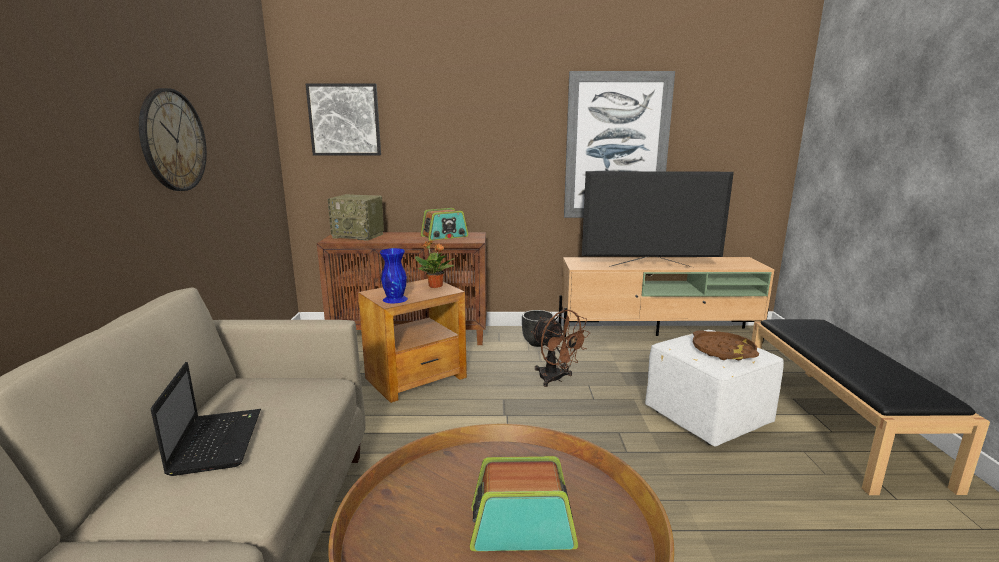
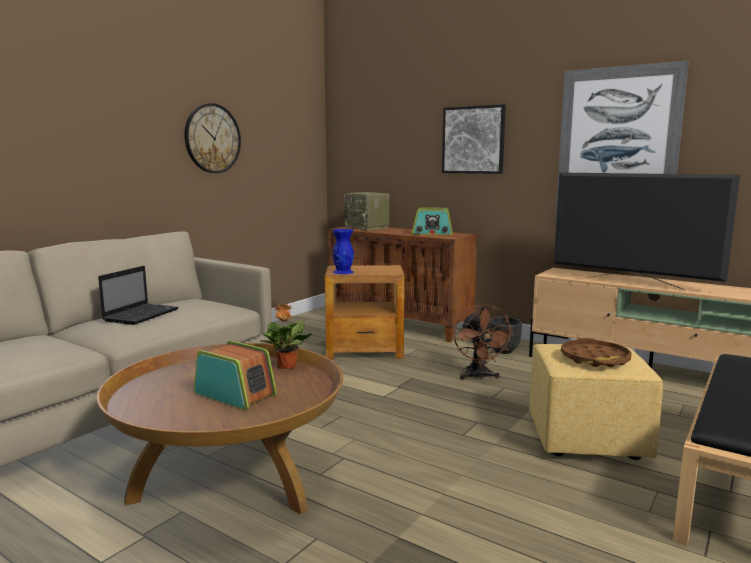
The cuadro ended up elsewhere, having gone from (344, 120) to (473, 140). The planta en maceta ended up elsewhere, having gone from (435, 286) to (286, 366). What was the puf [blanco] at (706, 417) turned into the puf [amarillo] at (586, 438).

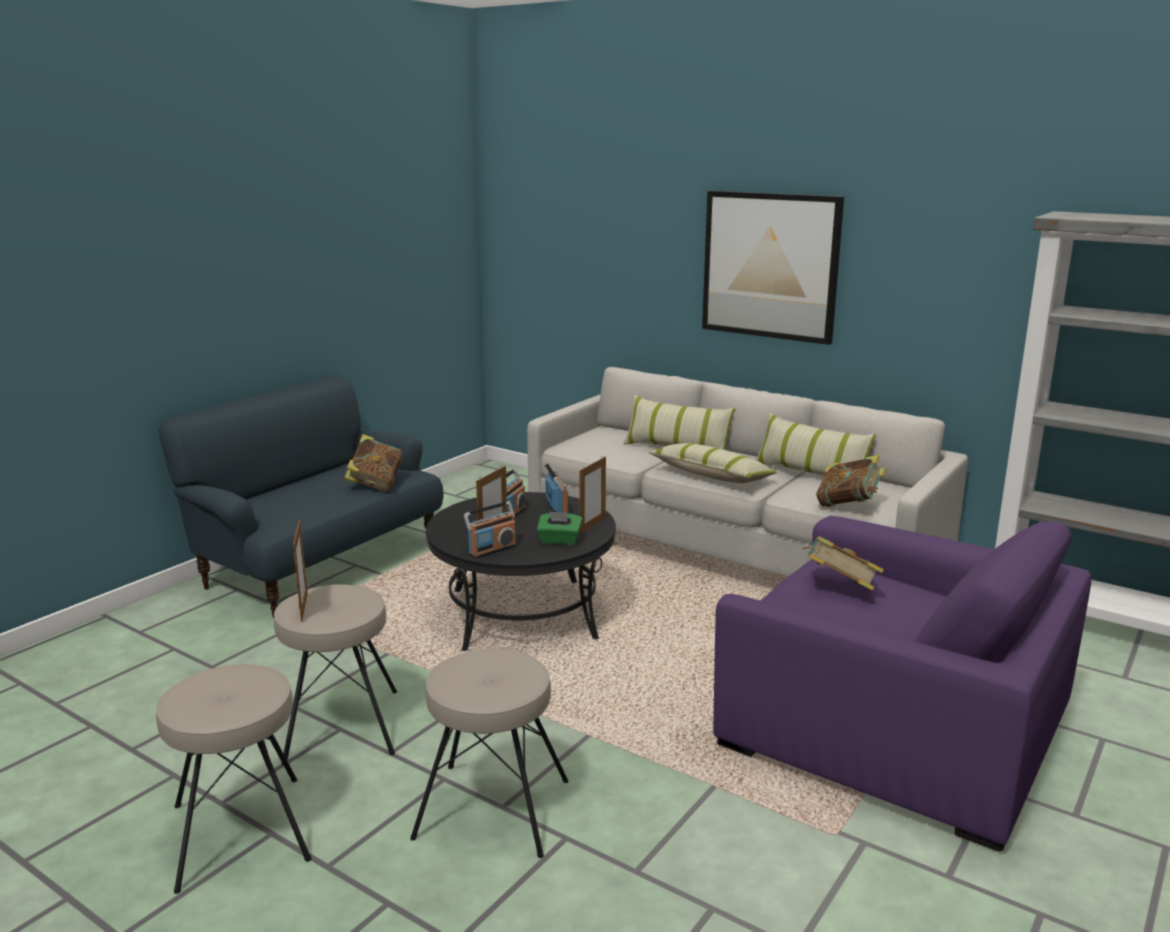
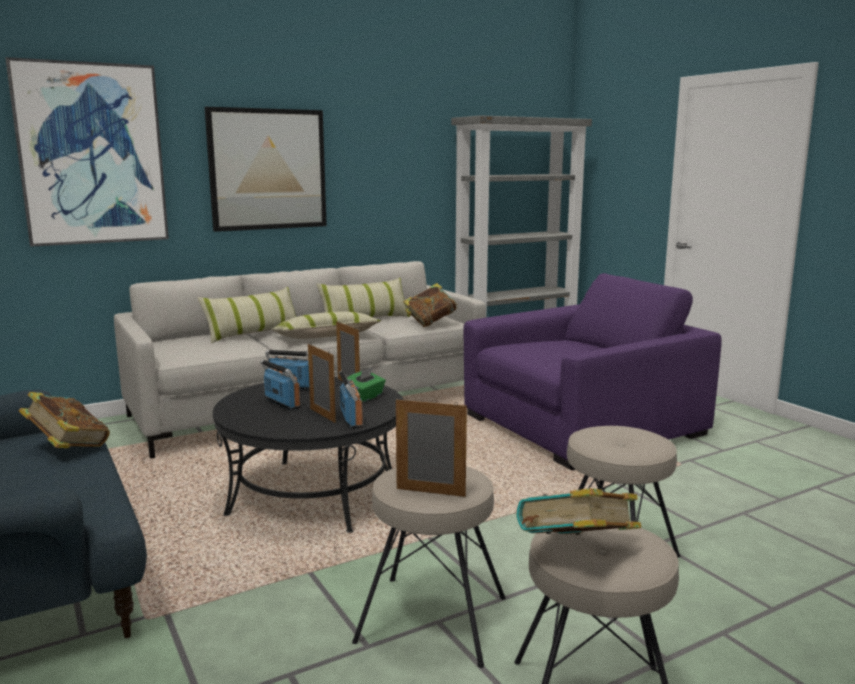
The libro ended up elsewhere, having gone from (839, 589) to (576, 553). The second view gained the cuadro at (91, 154).

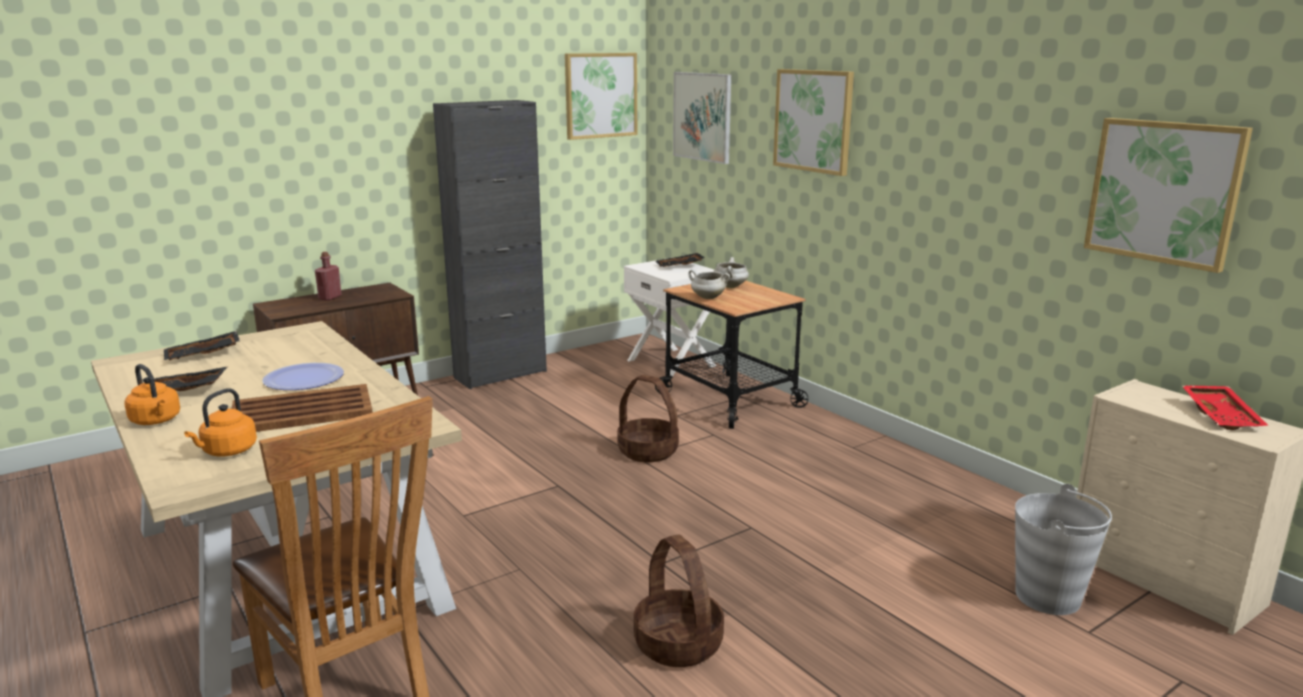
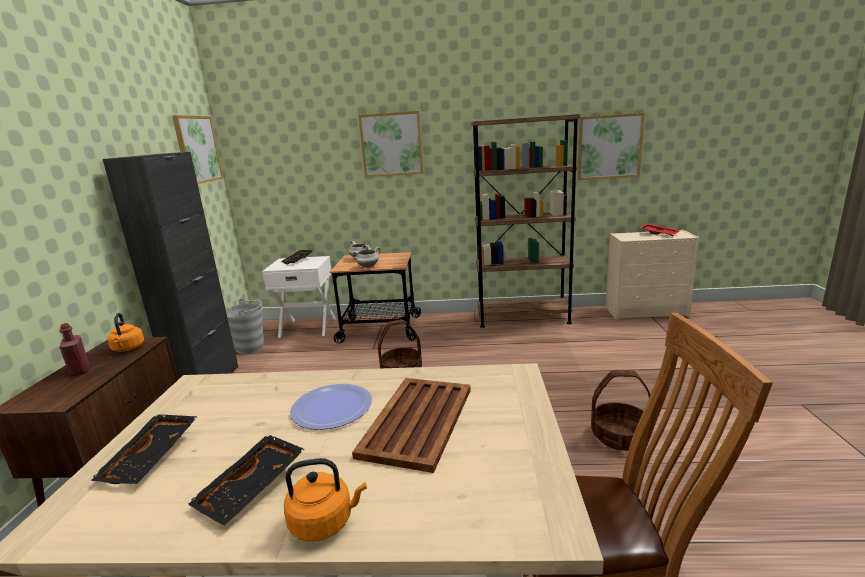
The hervidor [naranja] ended up elsewhere, having gone from (227, 451) to (128, 349). The second view lost the cuadro at (702, 116). The cubo [gris] ended up elsewhere, having gone from (1048, 597) to (250, 347). The second view gained the estantería [marrón] at (523, 318).

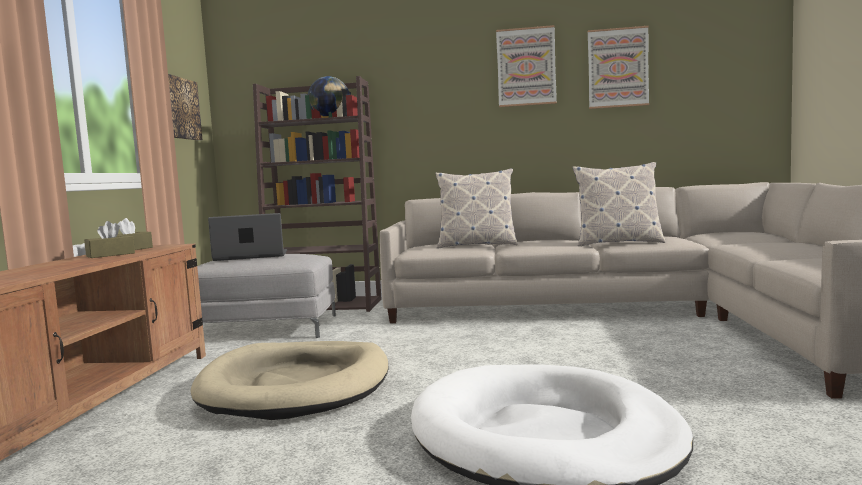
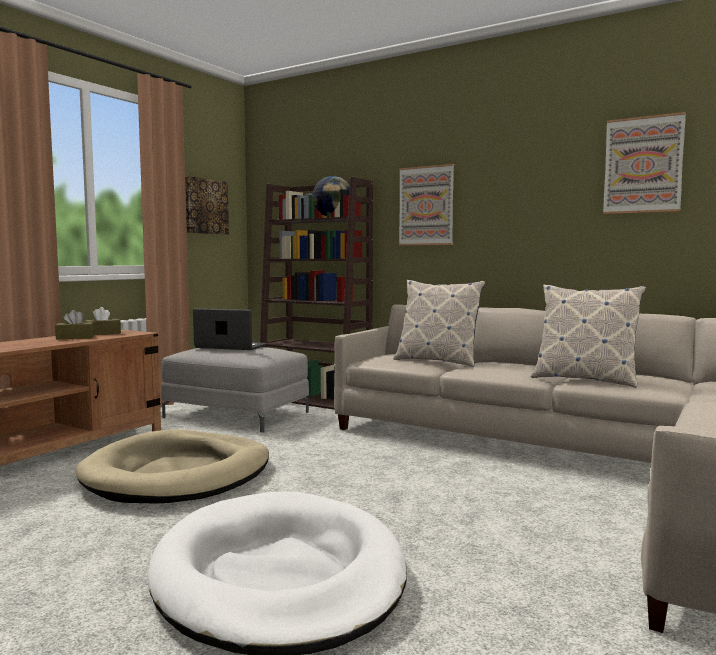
The cuadro ended up elsewhere, having gone from (526, 67) to (426, 206).

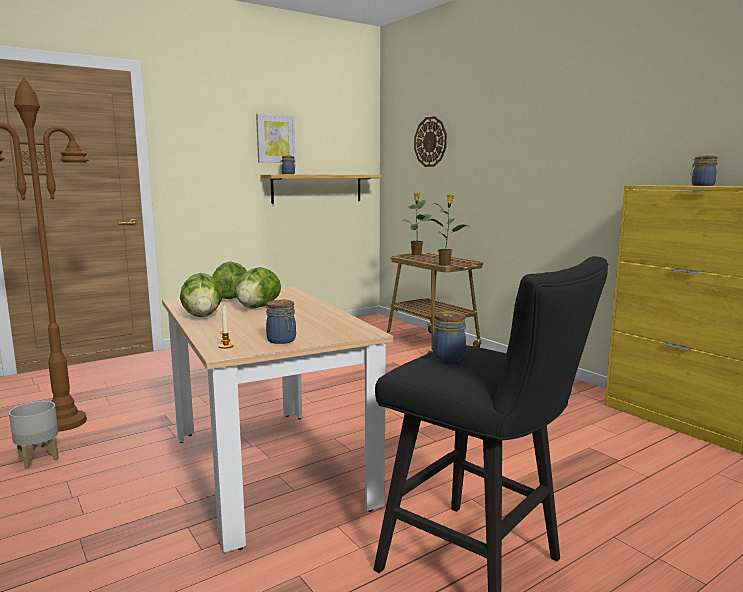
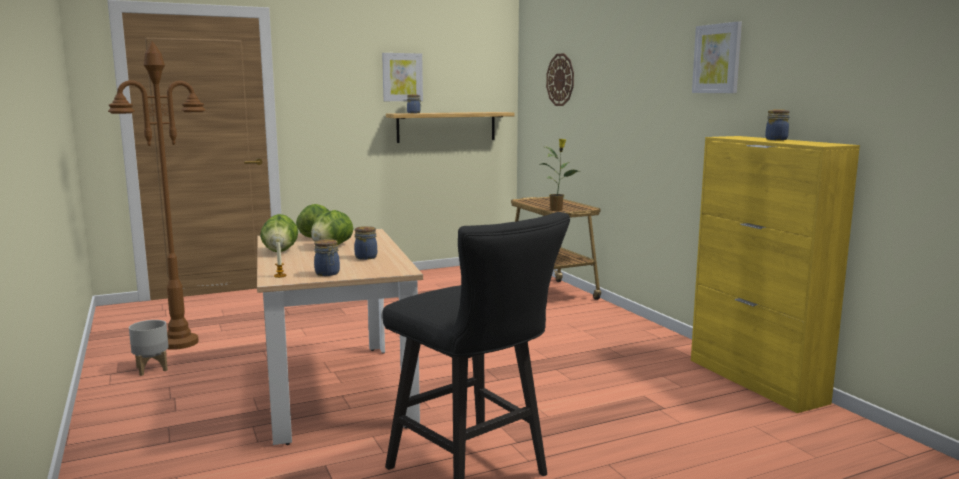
The second view lost the planta en maceta at (416, 254). The tarro ended up elsewhere, having gone from (448, 356) to (366, 257). The second view gained the cuadro at (717, 58).

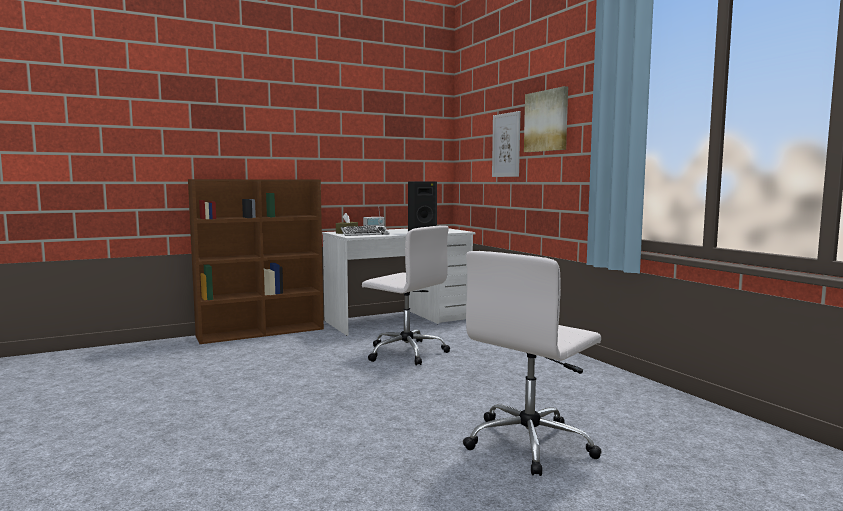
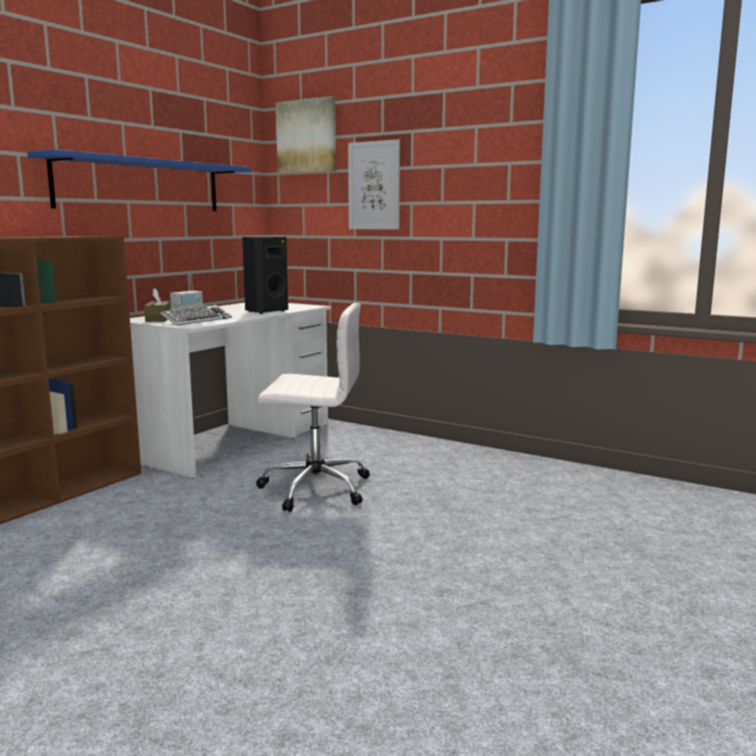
The second view lost the silla de oficina [blanco] at (530, 443). The cuadro ended up elsewhere, having gone from (547, 121) to (307, 136). The second view gained the estante [azul] at (141, 185).

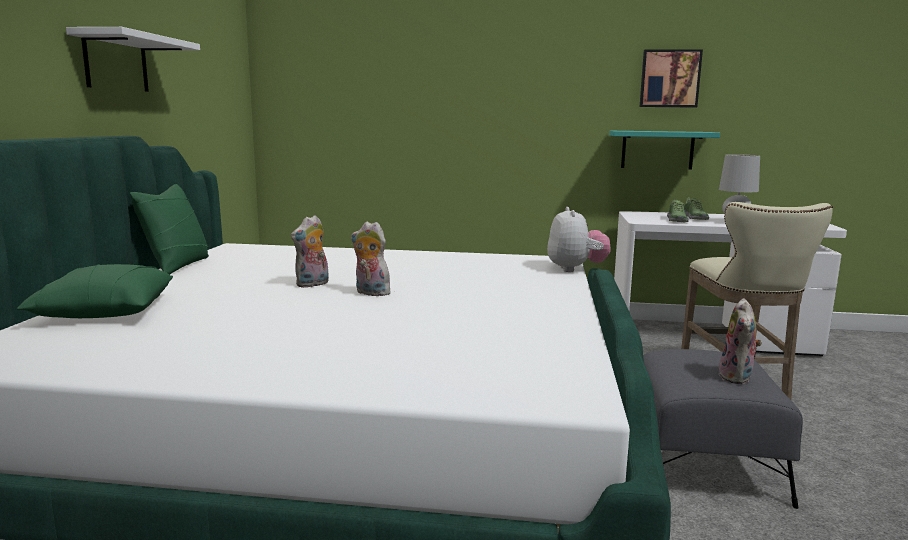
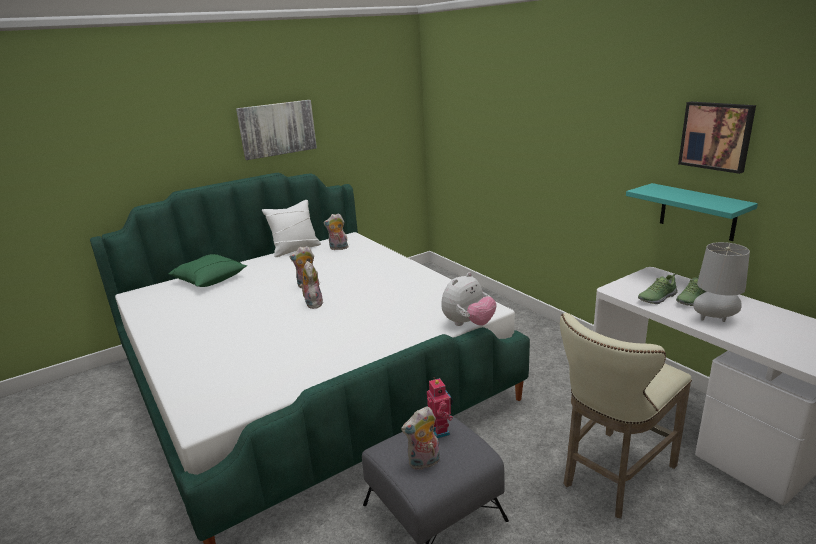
Where the estante [blanco] hung at (116, 63), the cuadro came to hang at (277, 129). What was the cojín [verde] at (177, 265) turned into the cojín [blanco] at (295, 249). The second view gained the peluche at (338, 248). The second view gained the robot de juguete at (440, 431).

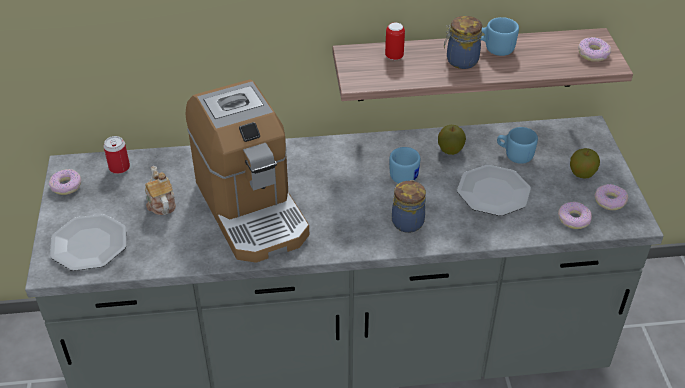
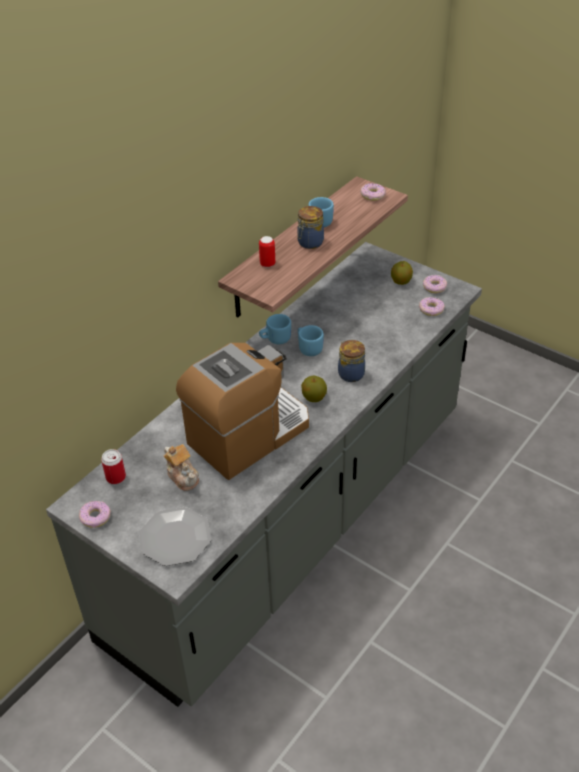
The tetera at (160, 203) ended up facing another way, 150 degrees counterclockwise from before. The cafetera at (251, 209) ended up facing another way, 60 degrees counterclockwise from before. The manzana ended up elsewhere, having gone from (450, 150) to (314, 397). The second view lost the plato at (493, 192). The taza grande [azul] ended up elsewhere, having gone from (514, 155) to (275, 339).

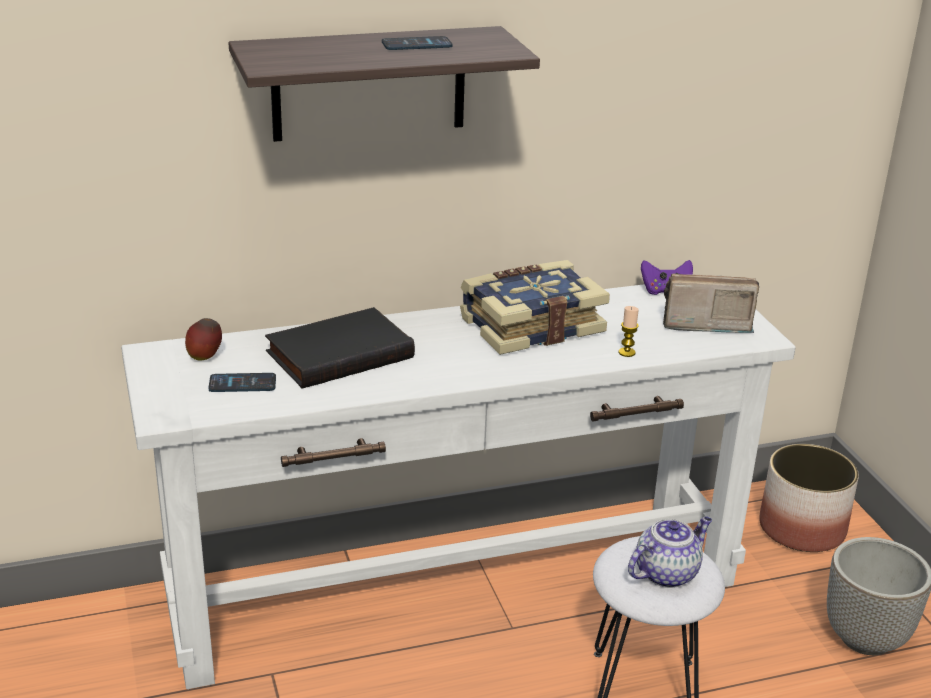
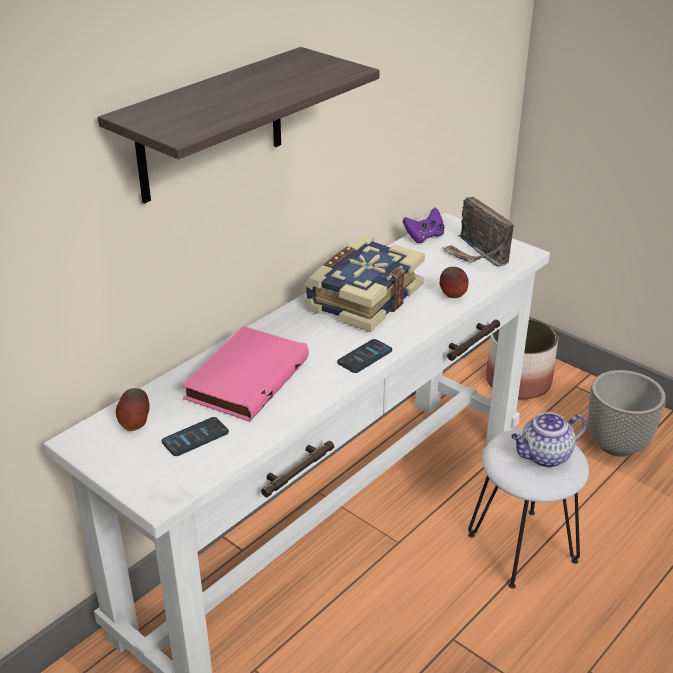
What was the libro [negro] at (339, 353) turned into the libro [rosa] at (245, 377). The móvil ended up elsewhere, having gone from (417, 45) to (364, 357). Where the vela stood at (626, 352), the manzana came to stand at (452, 297). The tetera at (667, 573) ended up facing another way, 135 degrees counterclockwise from before. The radio at (702, 323) ended up facing another way, 90 degrees counterclockwise from before.

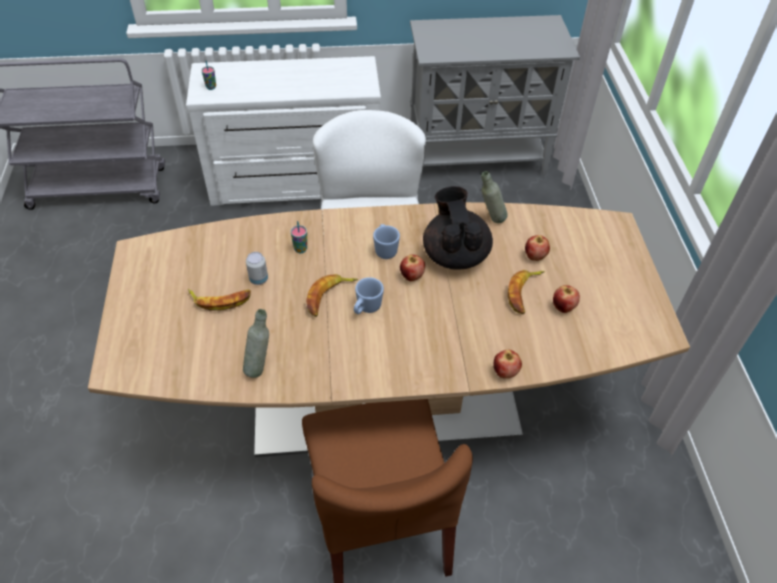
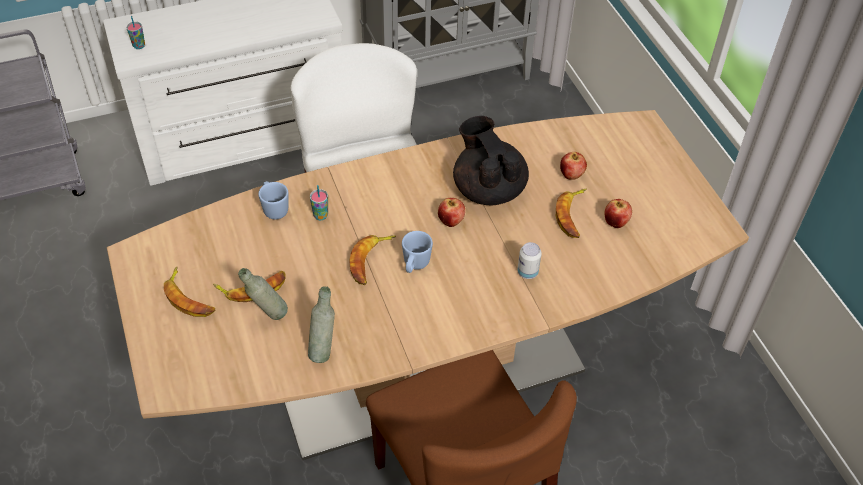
The lata ended up elsewhere, having gone from (258, 279) to (527, 272). The taza grande [azul] ended up elsewhere, having gone from (385, 249) to (274, 208). The botella [gris] ended up elsewhere, having gone from (490, 220) to (268, 316). The second view lost the manzana at (505, 372). The second view gained the plátano at (189, 298).

